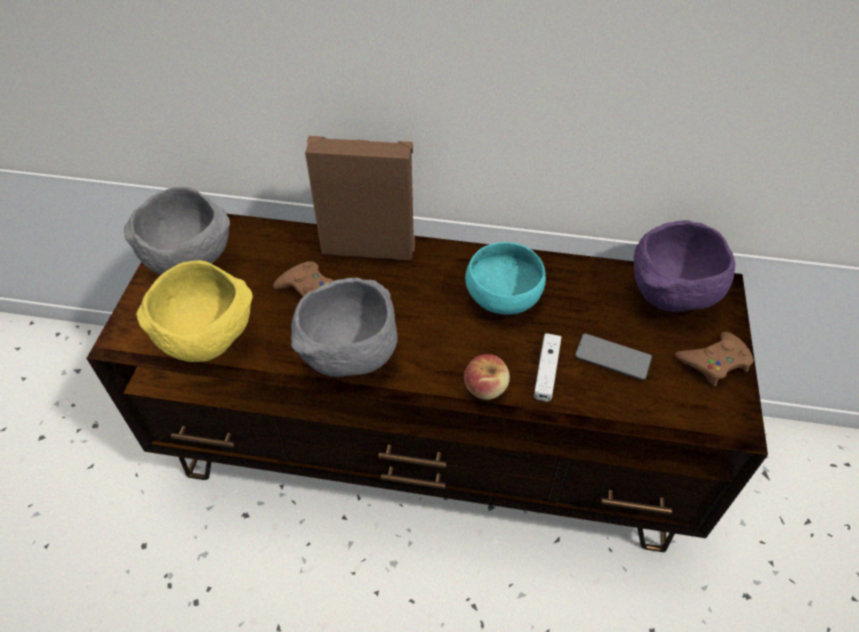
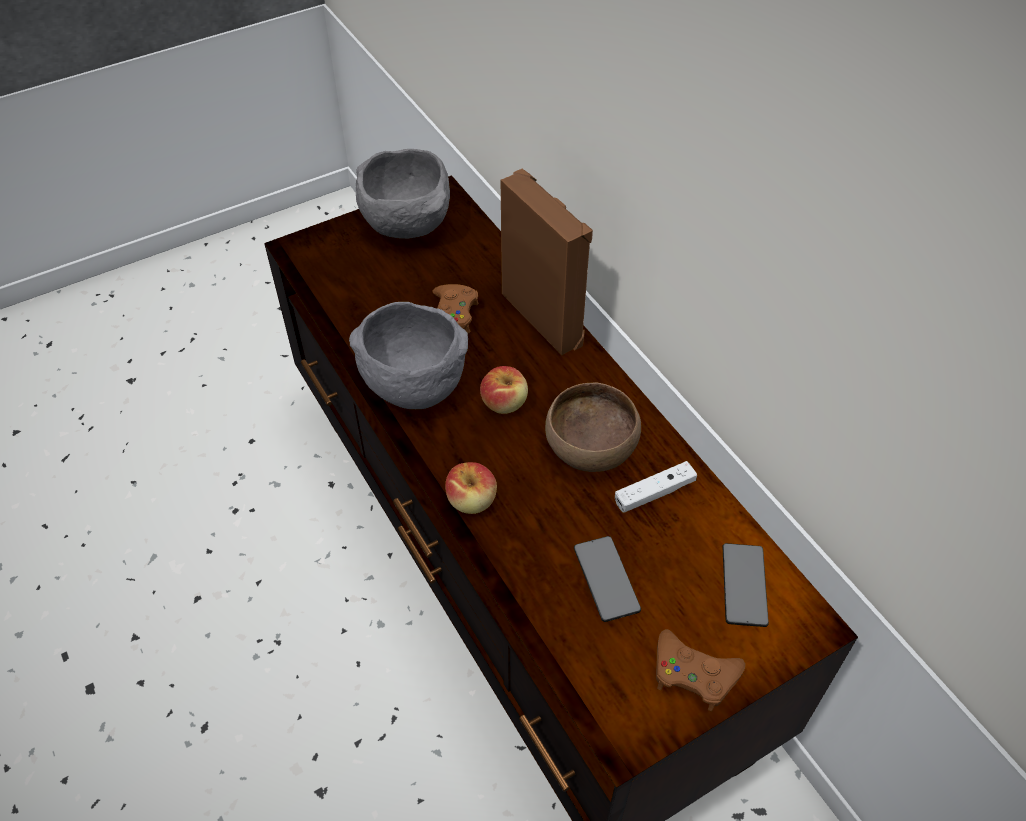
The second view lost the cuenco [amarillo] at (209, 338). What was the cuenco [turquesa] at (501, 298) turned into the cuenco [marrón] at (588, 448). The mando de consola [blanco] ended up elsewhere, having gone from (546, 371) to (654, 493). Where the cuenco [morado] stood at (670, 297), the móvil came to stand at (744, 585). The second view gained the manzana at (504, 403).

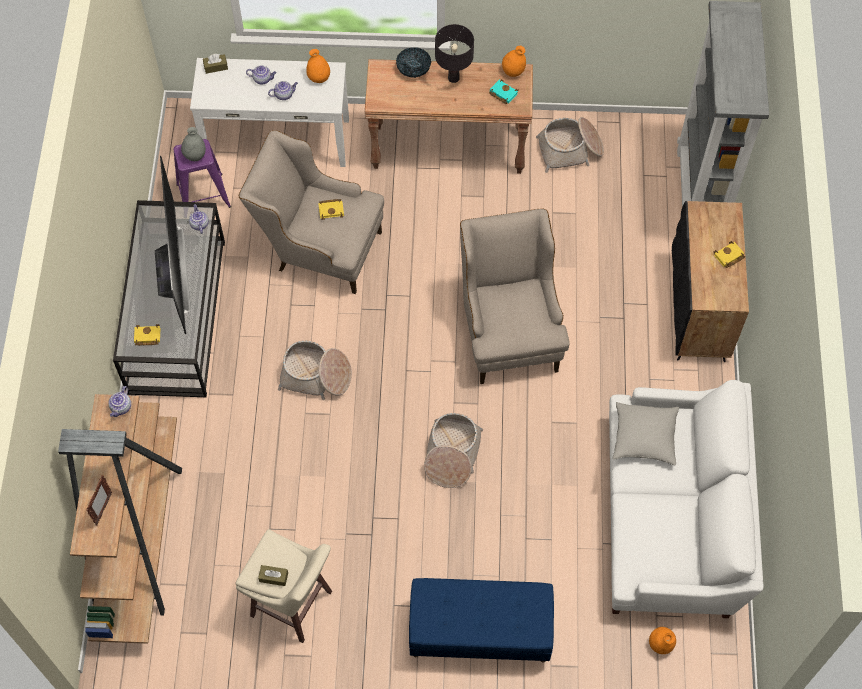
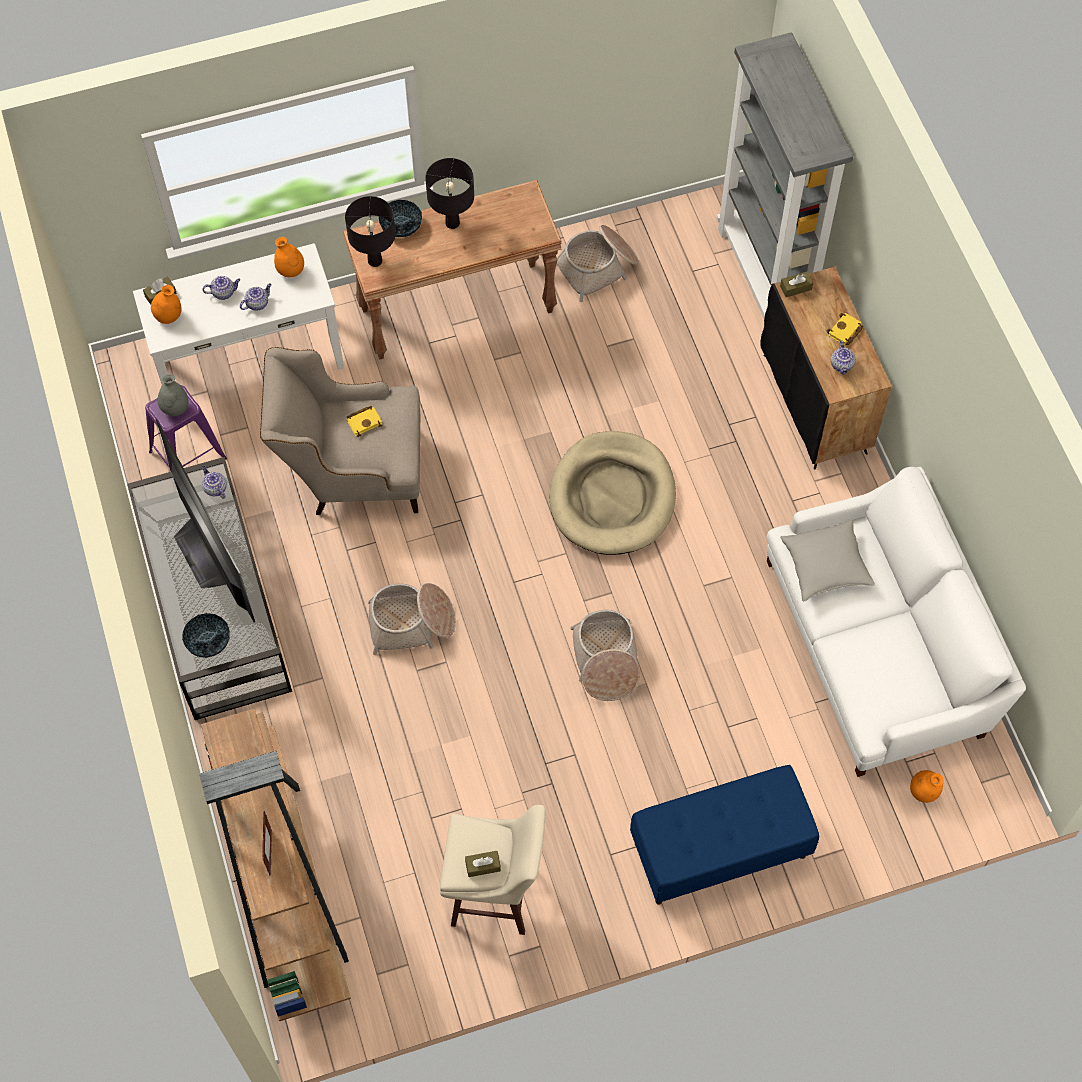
The tetera ended up elsewhere, having gone from (121, 407) to (842, 365). Where the libro [amarillo] stood at (146, 337), the cuenco came to stand at (208, 641). Where the sillón [beis] stood at (509, 330), the cama para perro [beis] came to stand at (612, 496). The second view lost the libro [turquesa] at (502, 93). The florero [naranja] ended up elsewhere, having gone from (513, 71) to (169, 316). The second view gained the lámpara de mesa [negro] at (375, 261). The second view gained the caja de pañuelos [marrón] at (795, 288).

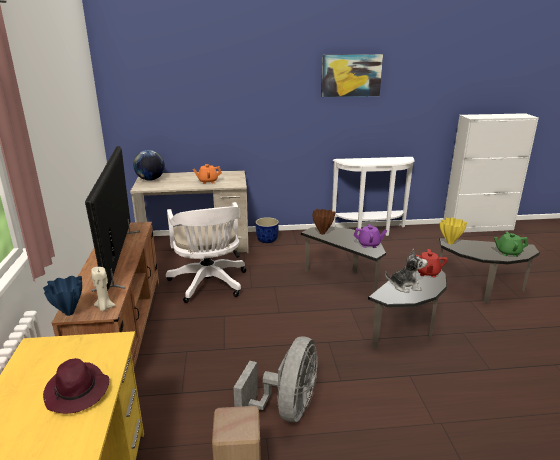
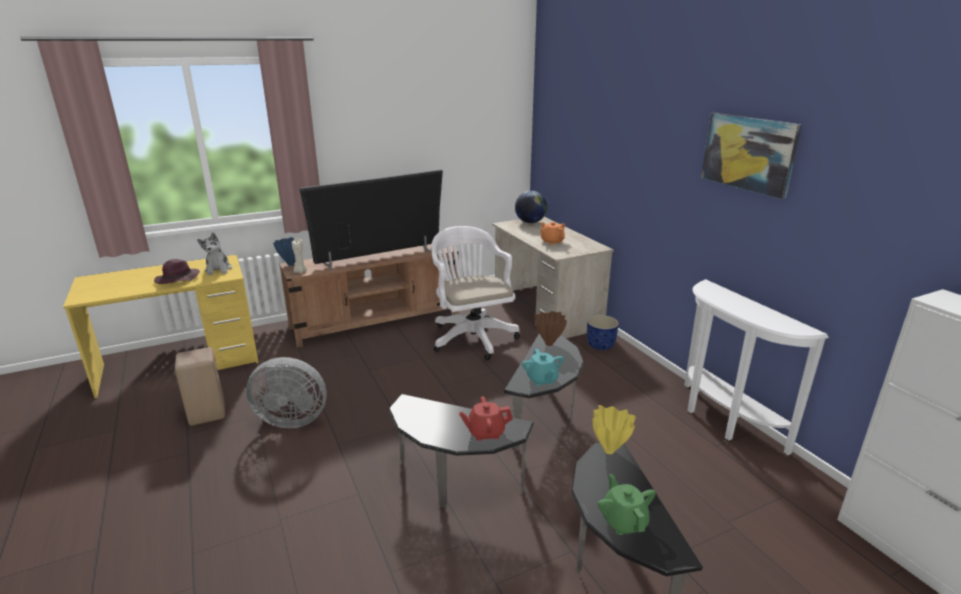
The silla de oficina [blanco] at (209, 284) ended up facing another way, 105 degrees clockwise from before. What was the tetera [morado] at (369, 244) turned into the tetera [turquesa] at (542, 379). The peluche ended up elsewhere, having gone from (405, 286) to (218, 269).

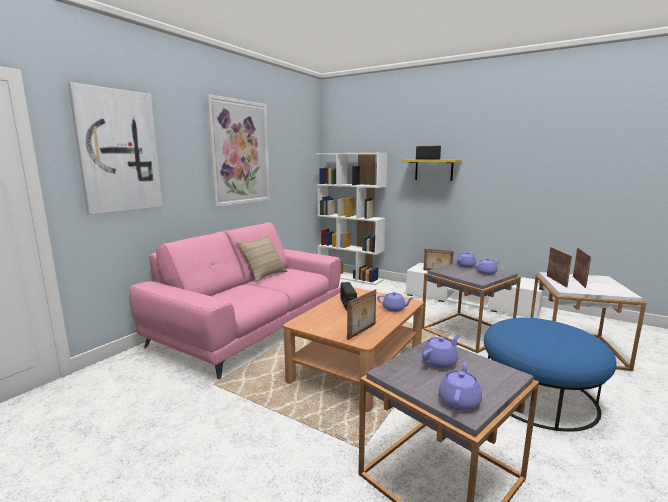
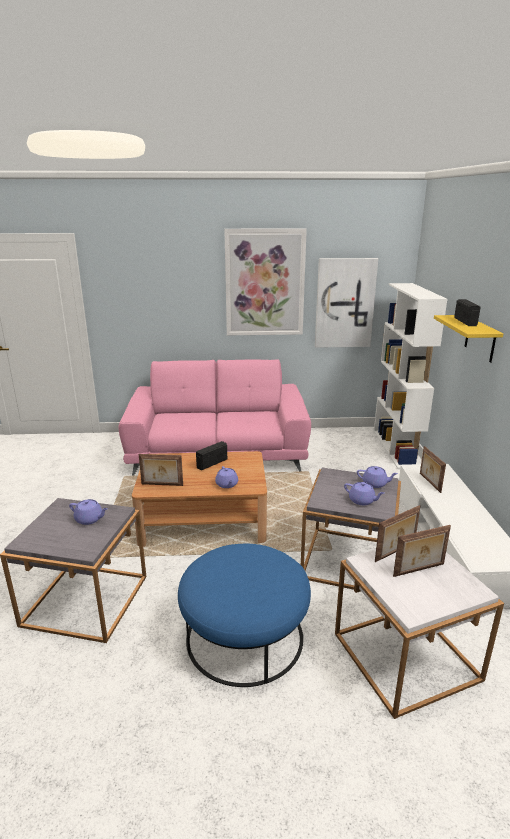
The cuadro ended up elsewhere, having gone from (118, 151) to (345, 303). The second view lost the cojín [beis] at (264, 275). The second view lost the tetera [morado] at (459, 400).

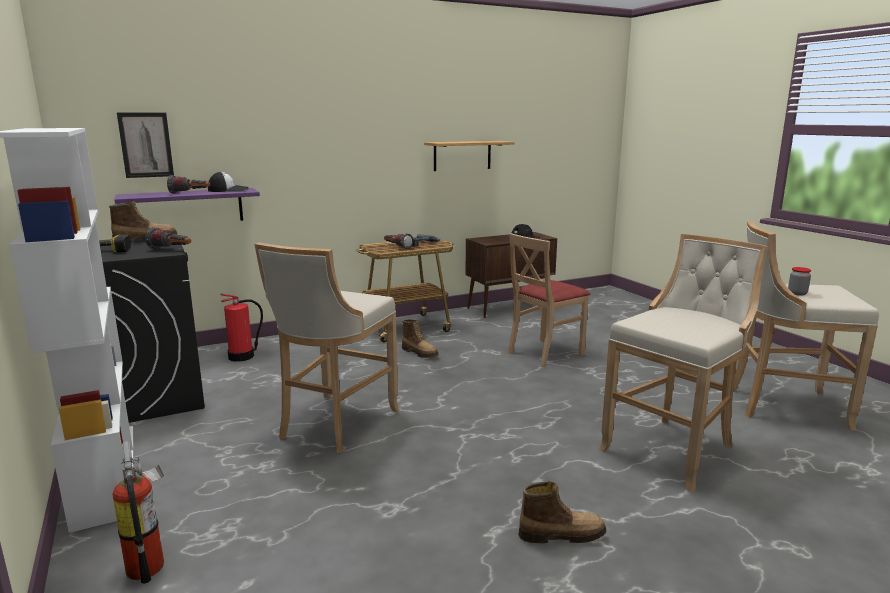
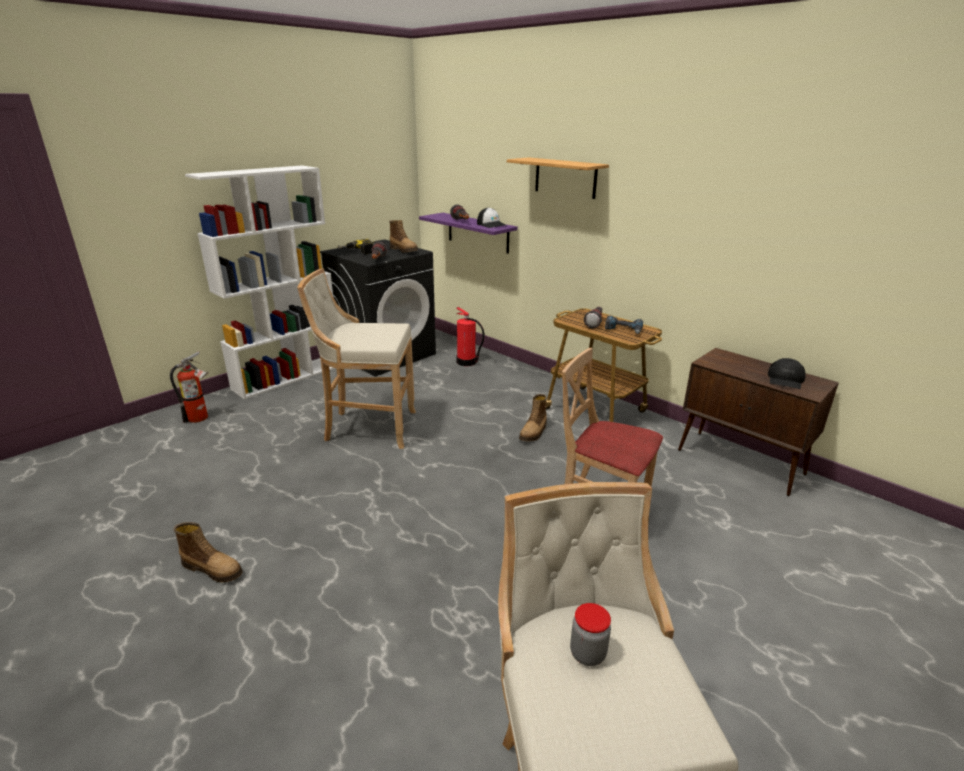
The second view lost the cuadro at (146, 145). The estante ended up elsewhere, having gone from (462, 155) to (565, 178). The bota at (561, 534) ended up facing another way, 45 degrees counterclockwise from before. The second view lost the taburete [beis] at (673, 449).

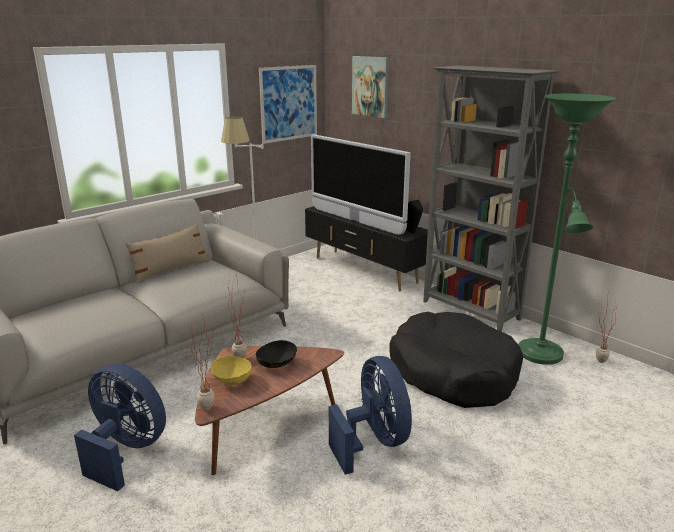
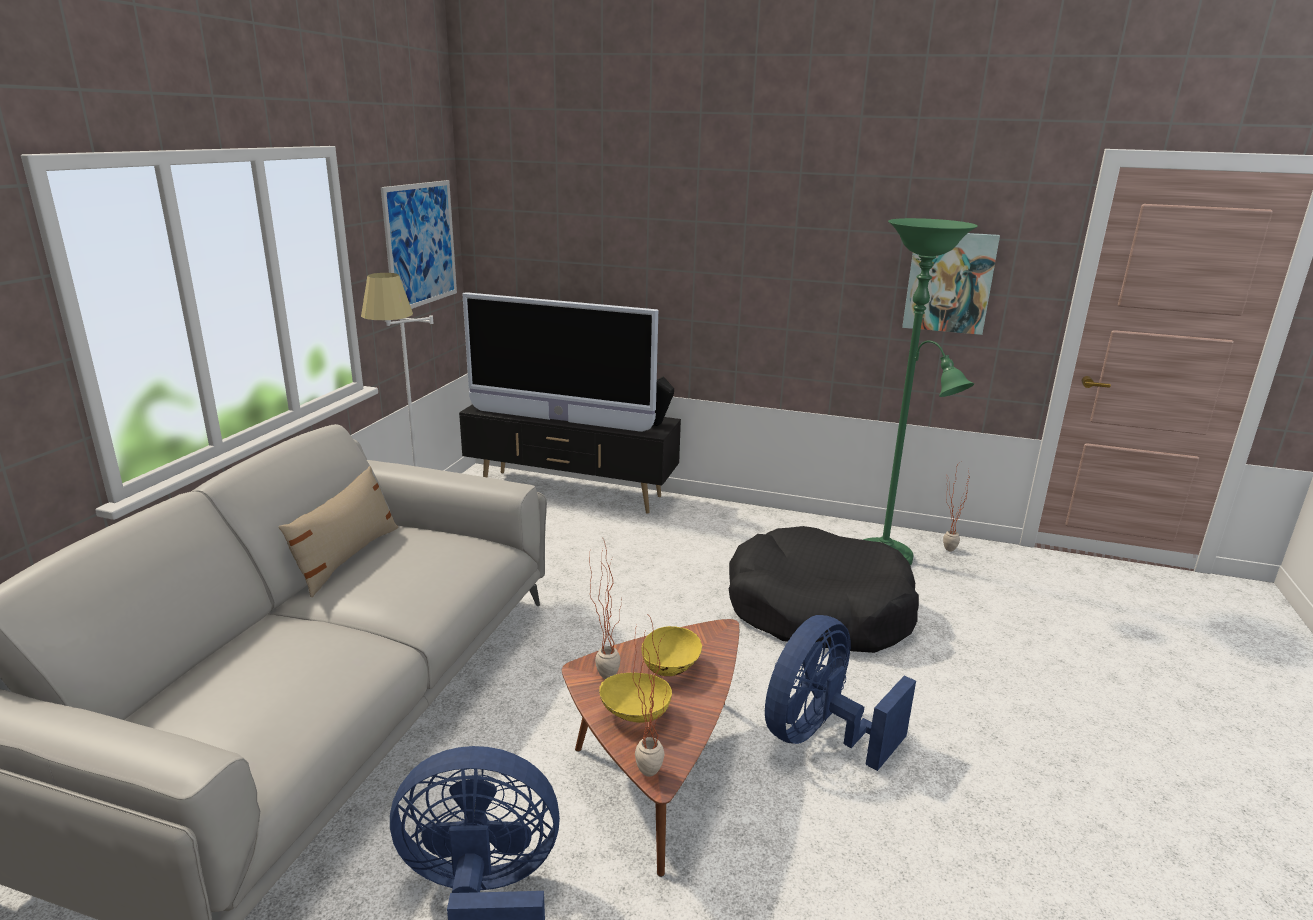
What was the cuenco [negro] at (277, 365) turned into the cuenco [amarillo] at (671, 668). The ventilador [azul] at (374, 441) ended up facing another way, 90 degrees counterclockwise from before. The cuadro ended up elsewhere, having gone from (370, 86) to (949, 282). The second view lost the estantería [gris] at (470, 311).

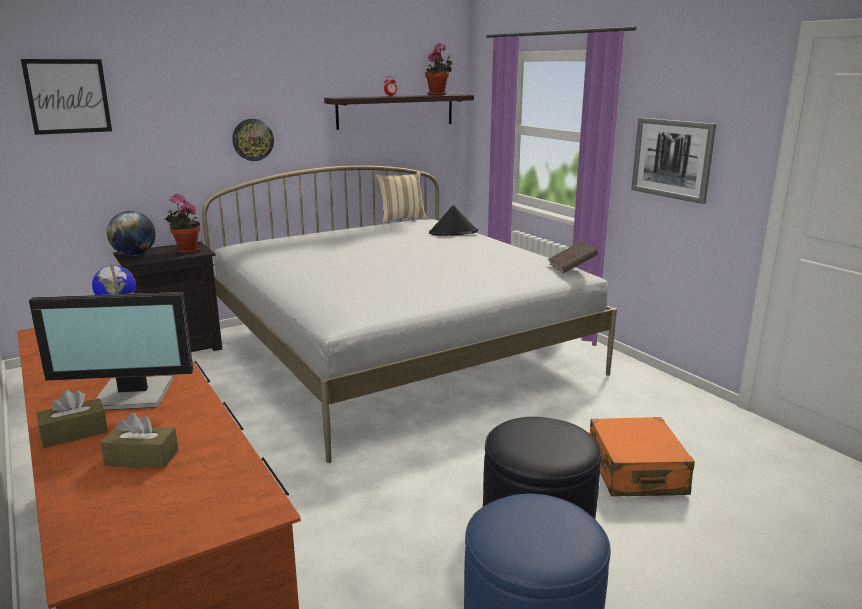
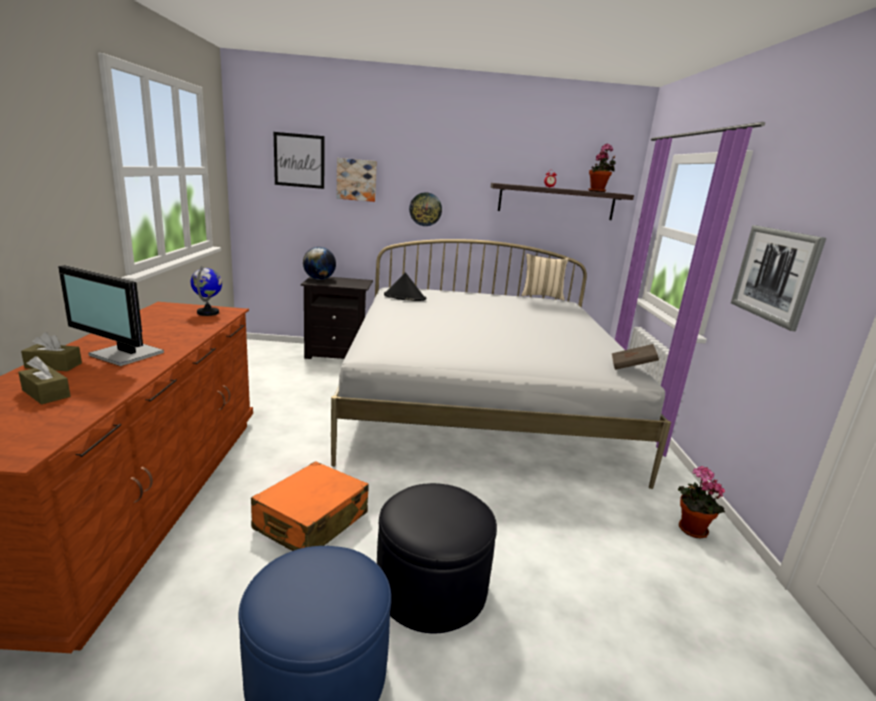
The planta en maceta ended up elsewhere, having gone from (186, 251) to (690, 530). The sombrero [negro] ended up elsewhere, having gone from (453, 232) to (404, 297). The maleta [naranja] ended up elsewhere, having gone from (635, 472) to (311, 521). The second view gained the cuadro at (356, 179).

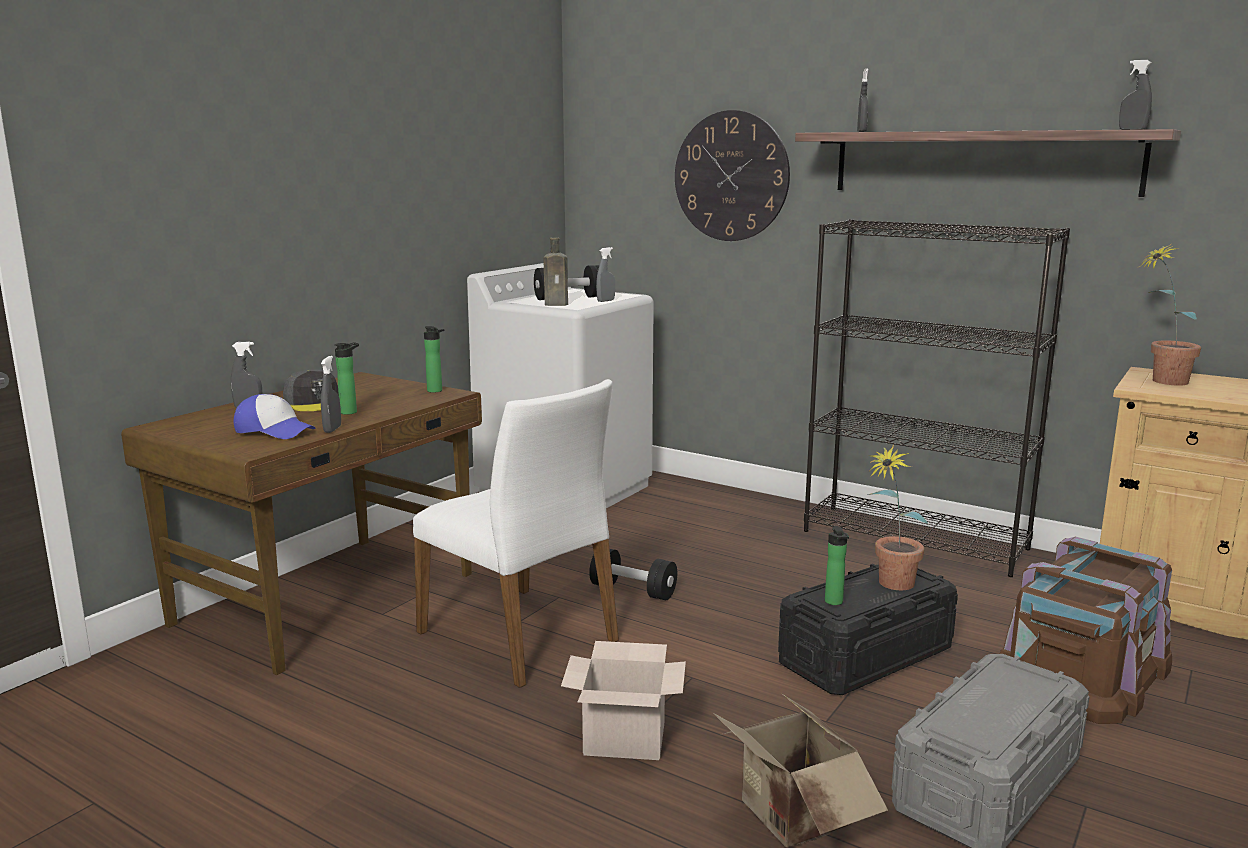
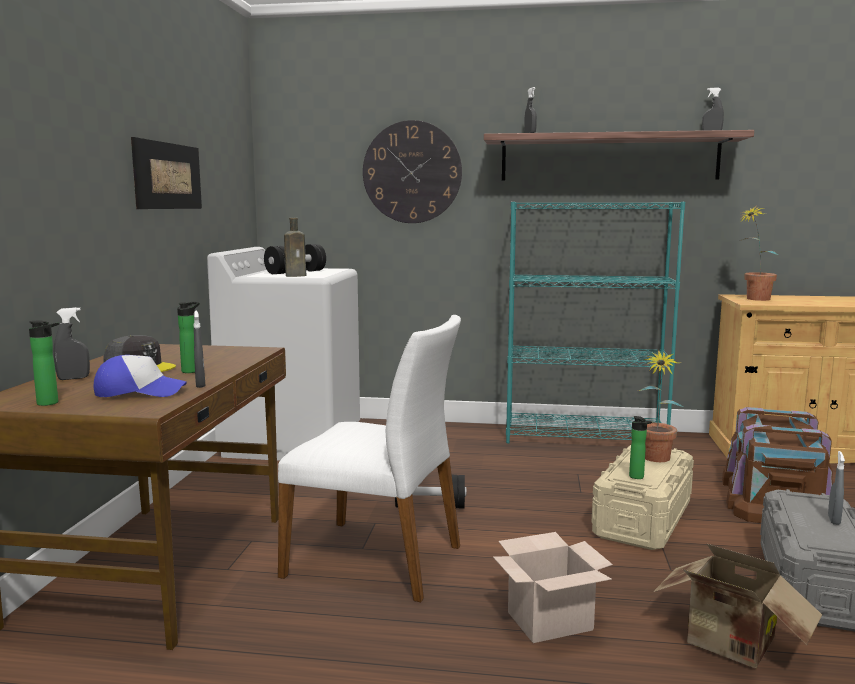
The botella ended up elsewhere, having gone from (436, 391) to (50, 403). The pulverizador [gris] ended up elsewhere, having gone from (606, 301) to (834, 520). What was the caja de almacenaje [negro] at (866, 656) turned into the caja de almacenaje [beis] at (643, 518). What was the estantería [negro] at (916, 540) turned into the estantería [turquesa] at (585, 437). The second view gained the cuadro at (168, 176).

